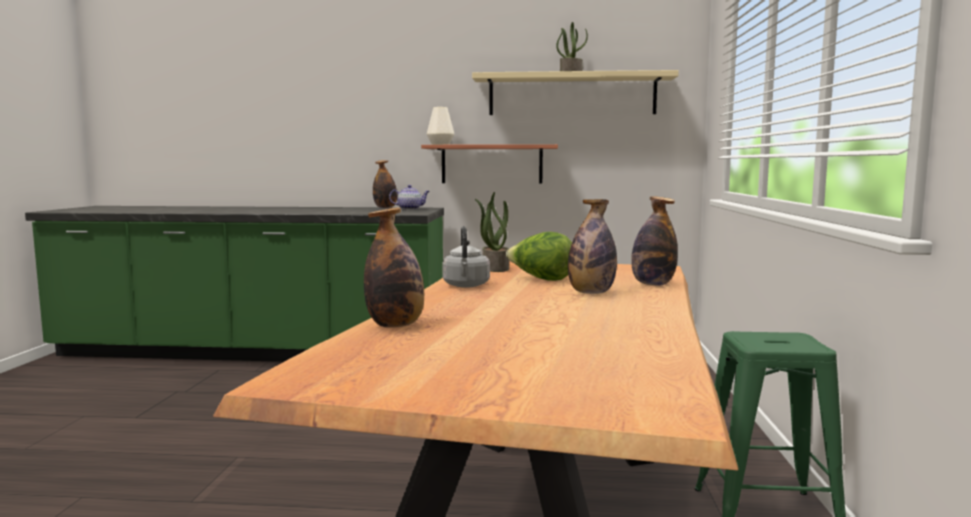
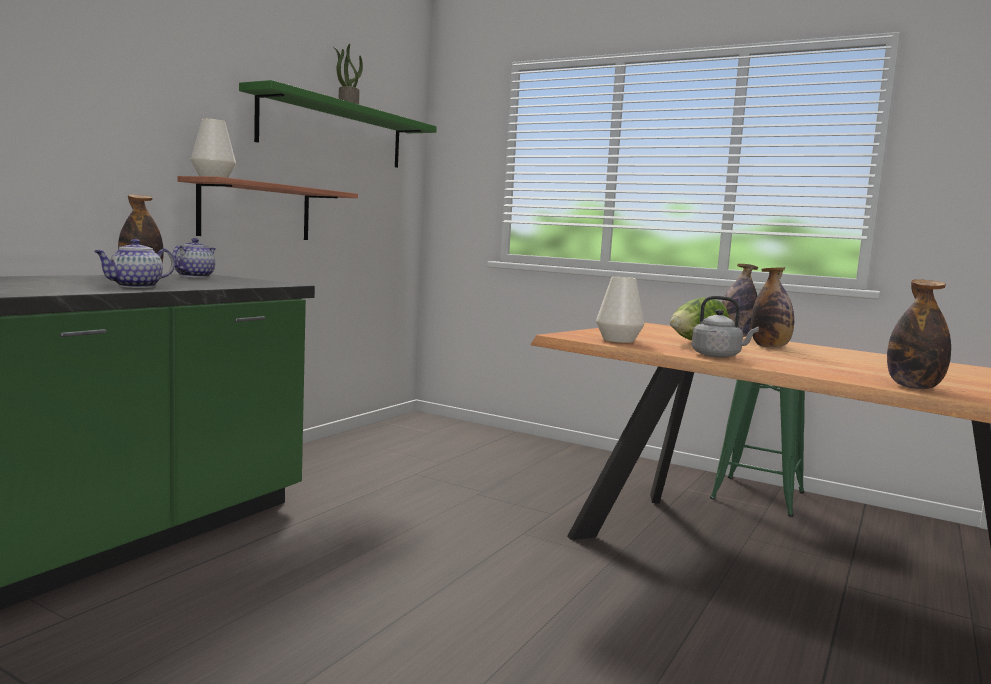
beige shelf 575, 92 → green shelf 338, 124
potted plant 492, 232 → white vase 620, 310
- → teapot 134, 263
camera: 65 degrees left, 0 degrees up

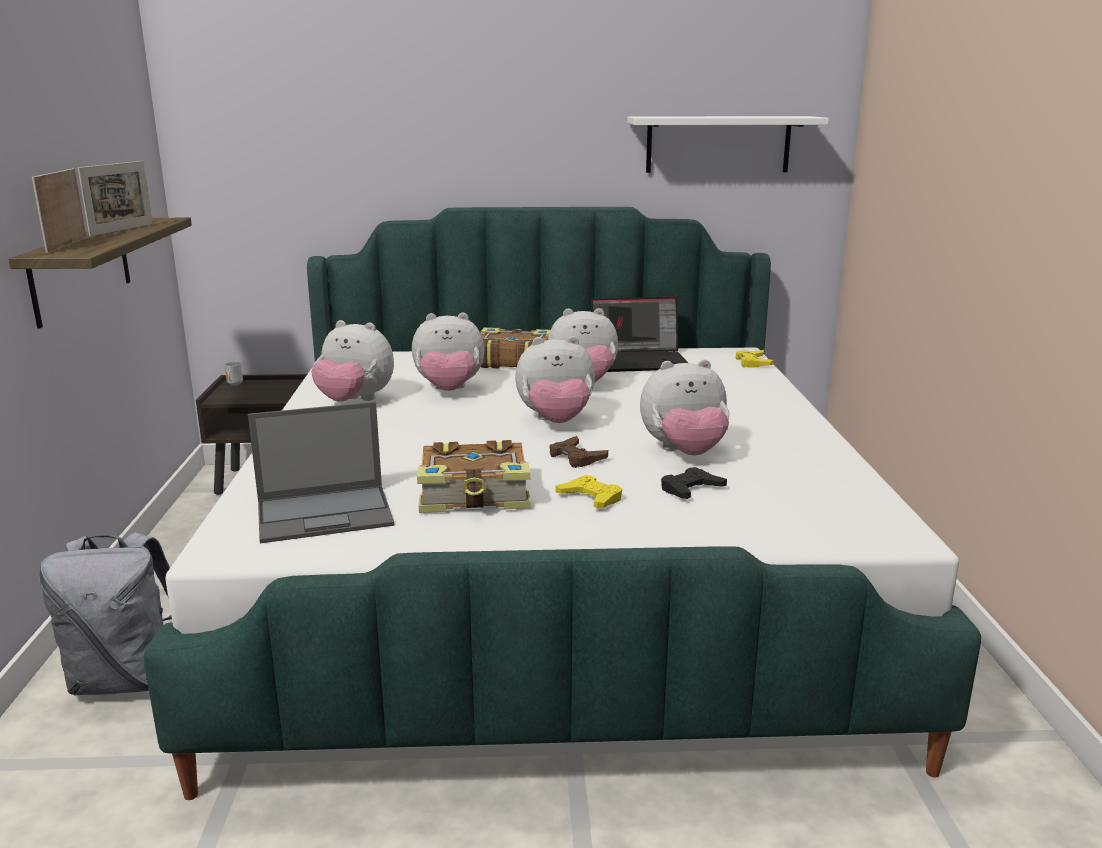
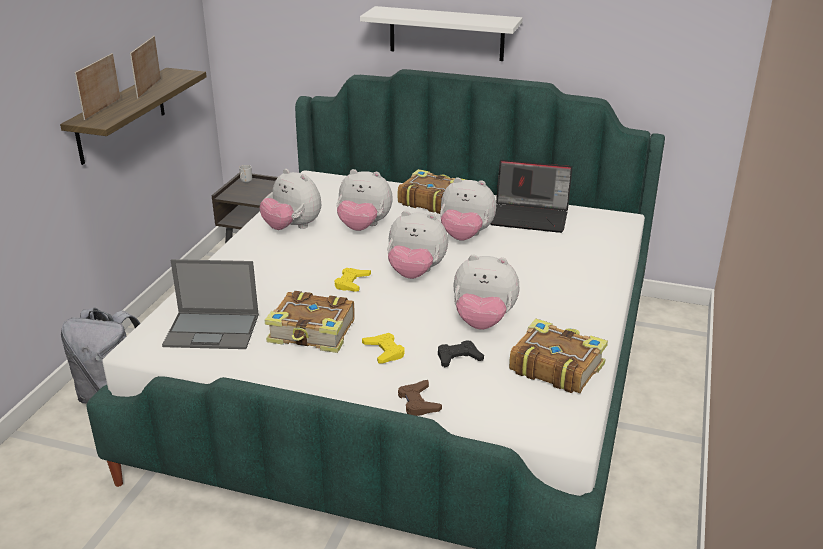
white shelf 728, 144 → white shelf 441, 33, relocated
picture frame 115, 198 → picture frame 145, 67, 150 degrees clockwise
yellow game controller 754, 358 → yellow game controller 352, 280, relocated
brown game controller 578, 452 → brown game controller 420, 398, relocated
- → book 558, 356
camera: 20 degrees right, 10 degrees up

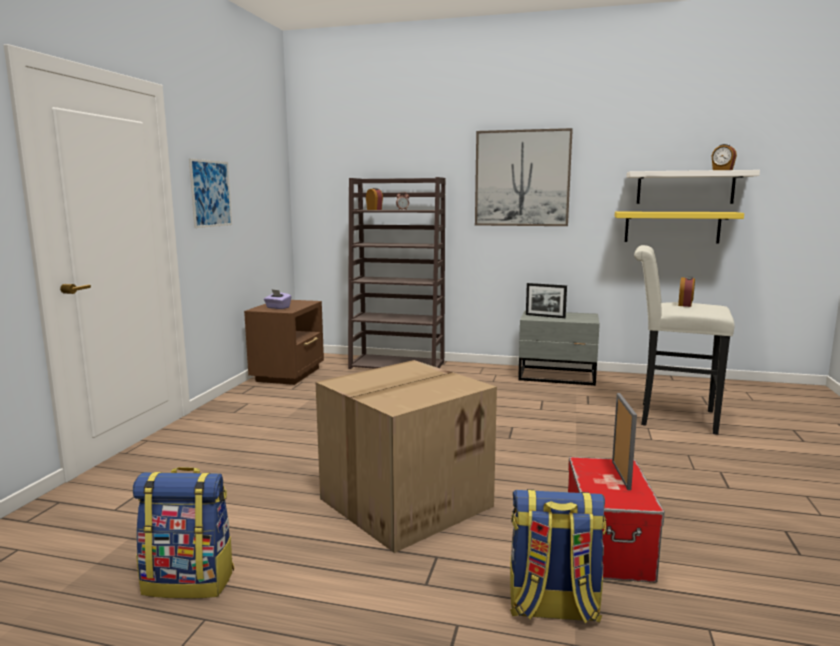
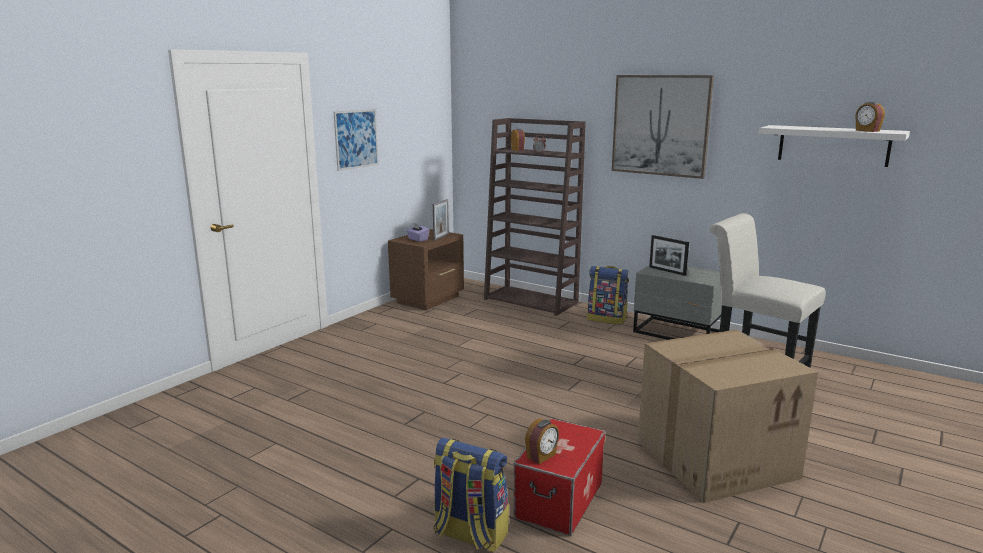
yellow shelf 679, 227 → -
alarm clock 686, 291 → alarm clock 542, 441, relocated
cardboard box 406, 456 → cardboard box 728, 416, relocated
picture frame 624, 441 → picture frame 441, 220, relocated
backpack 183, 533 → backpack 608, 295, relocated
camera: 20 degrees right, 5 degrees up

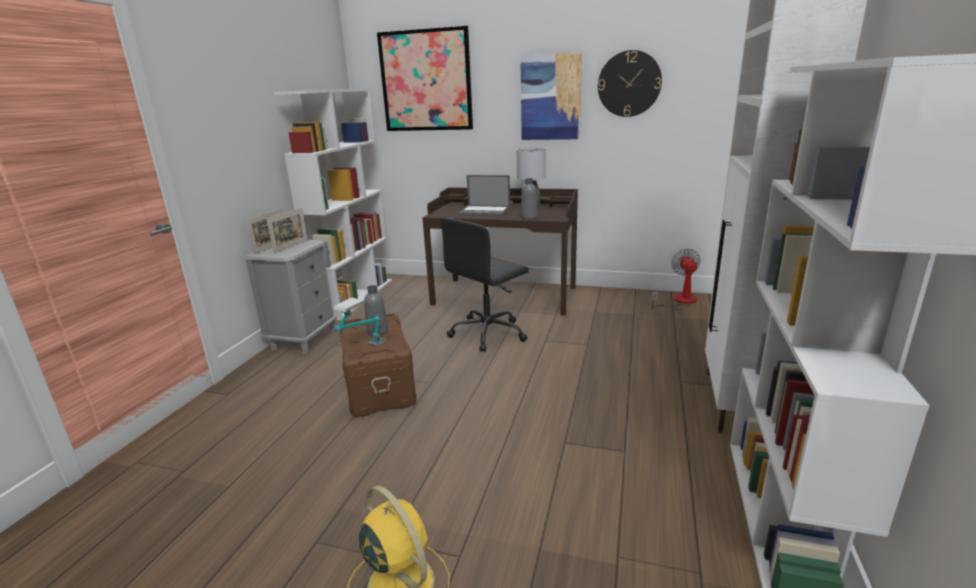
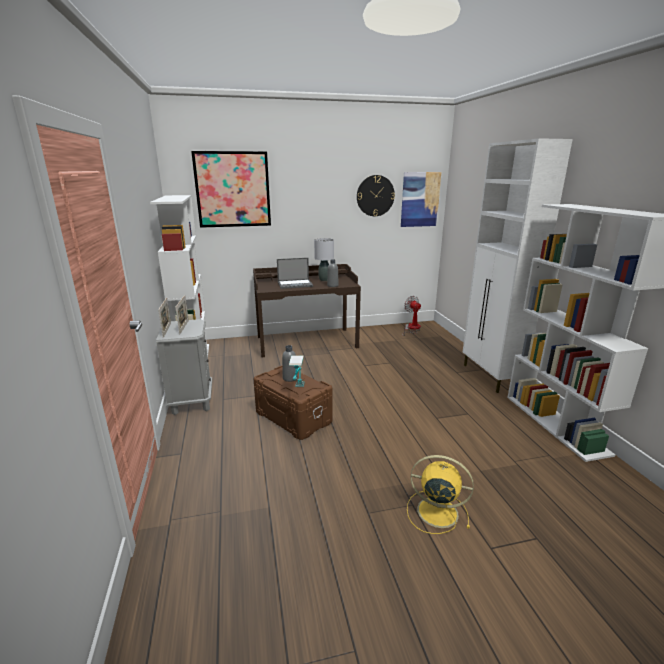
picture 551, 96 → picture 421, 199, relocated
black office chair 484, 285 → -
camera: 30 degrees left, 0 degrees up

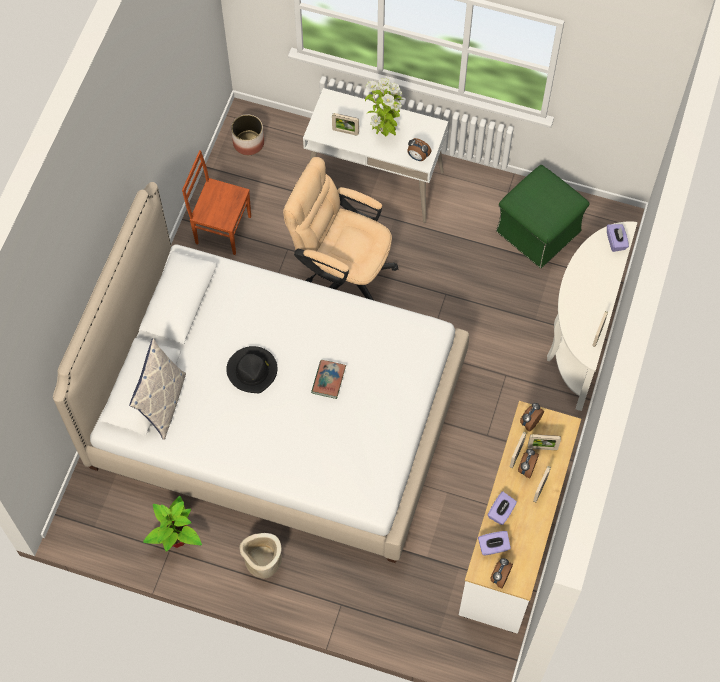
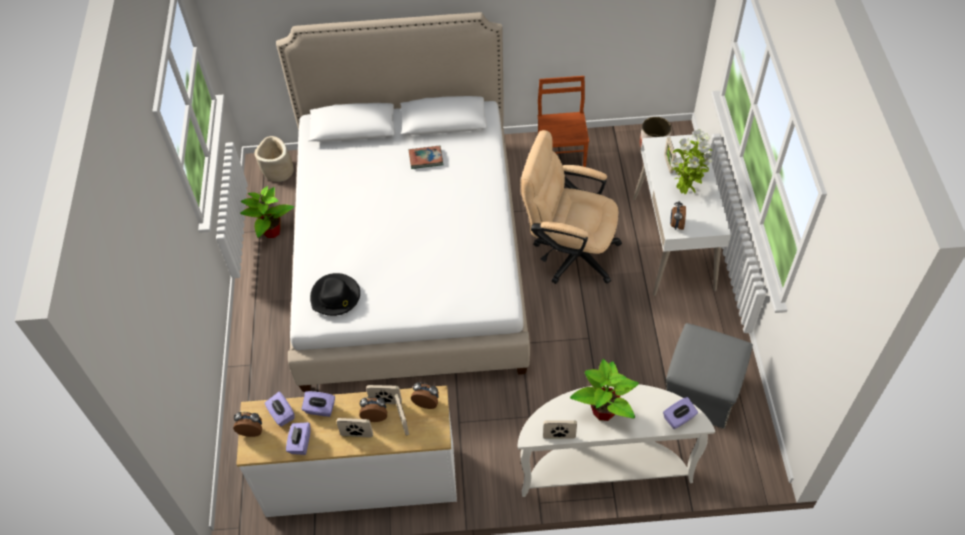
beige office chair 340, 228 → beige office chair 571, 207, 75 degrees counterclockwise
green ottoman 543, 216 → grey ottoman 709, 376
pillow 157, 389 → -
black hat 251, 369 → black hat 335, 294, relocated
book 328, 379 → book 425, 157, relocated
beige planter 260, 555 → beige planter 274, 159, relocated
- → potted plant 604, 390
- → purple tissue box 298, 438
camera: 70 degrees right, 10 degrees down

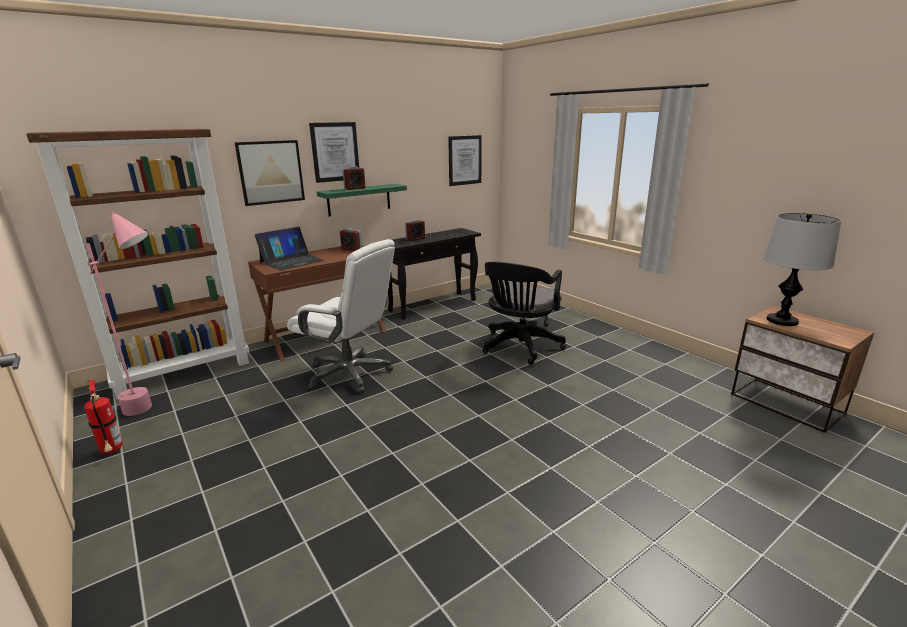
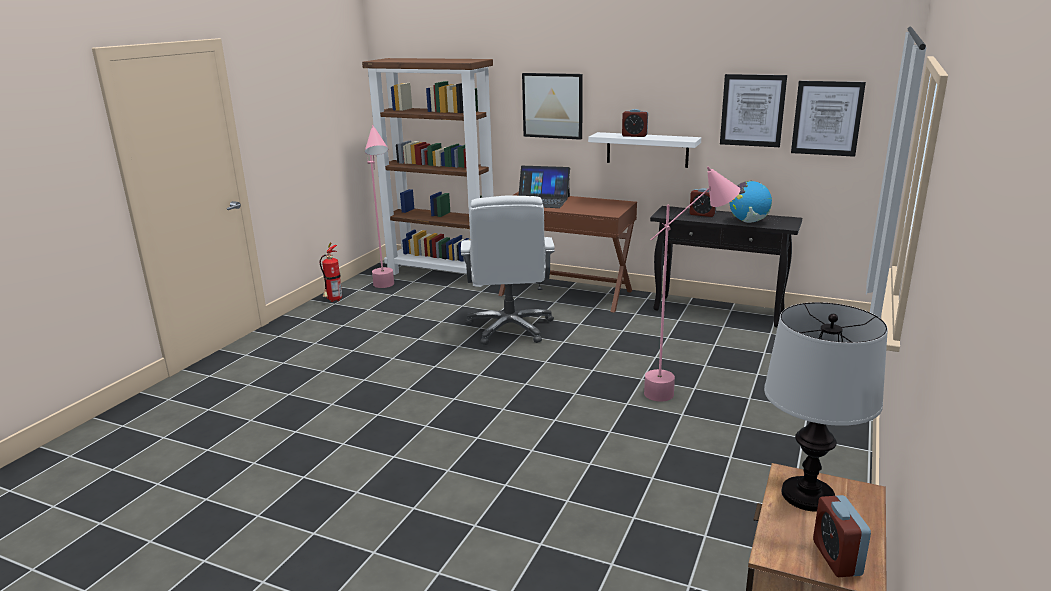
picture 334, 152 → picture 753, 110, relocated
green shelf 362, 200 → white shelf 644, 150
alarm clock 351, 239 → alarm clock 842, 536, relocated
black office chair 524, 313 → pink floor lamp 692, 284
- → globe 750, 202
camera: 60 degrees right, 0 degrees up

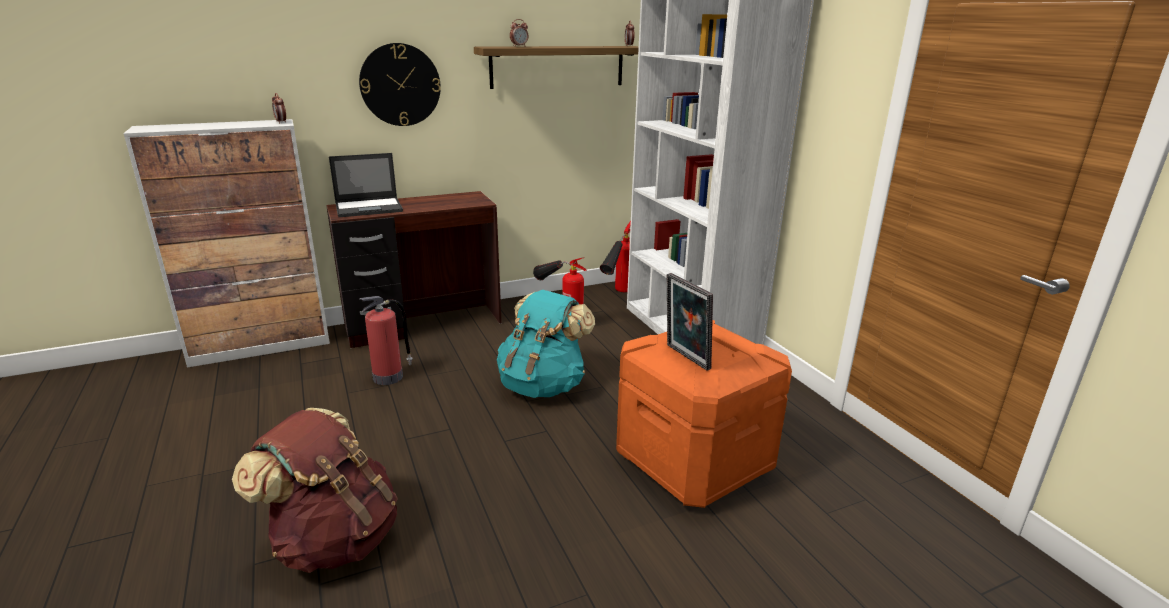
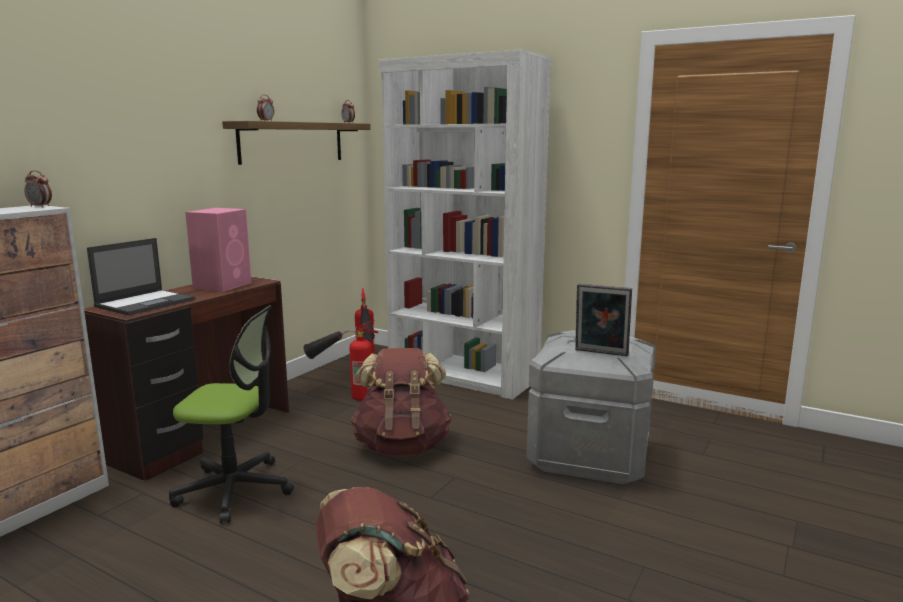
wall clock 400, 84 → -
turquoise backpack 546, 344 → brown backpack 401, 402
fire extinguisher 386, 340 → office chair 231, 414
orange storage box 704, 414 → grey storage box 591, 407
- → pink speaker 218, 250
camera: 35 degrees left, 10 degrees down

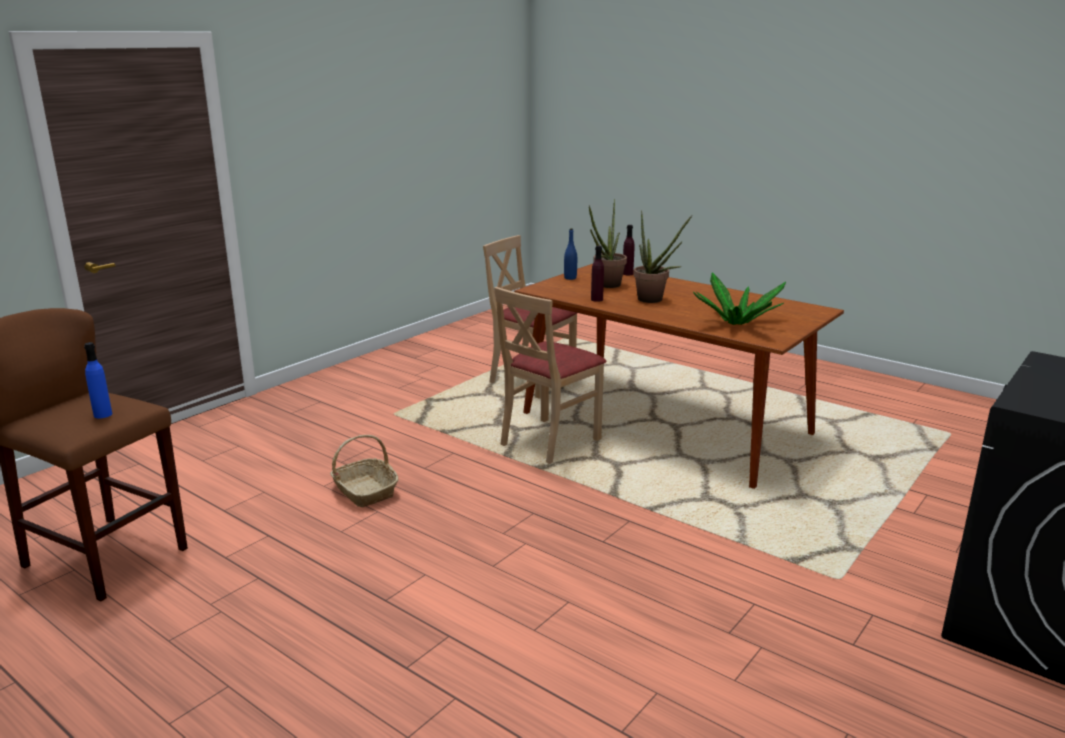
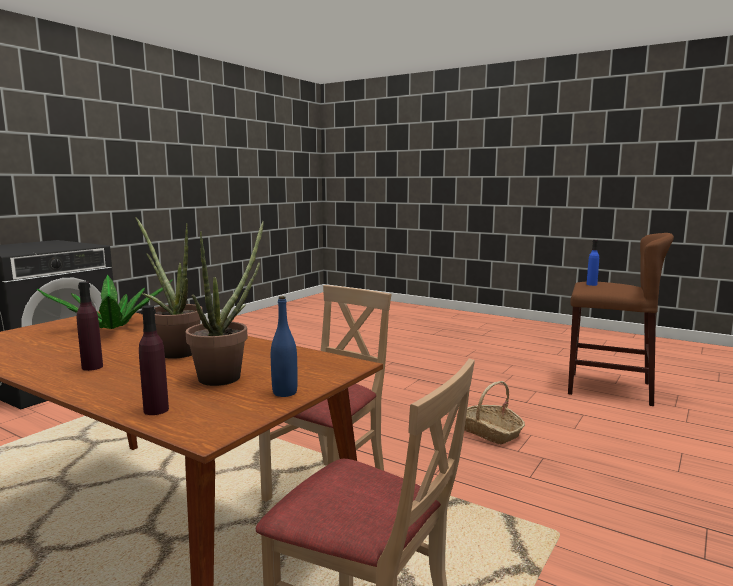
purple bottle 597, 274 → purple bottle 90, 326, relocated
camera: 175 degrees right, 10 degrees down

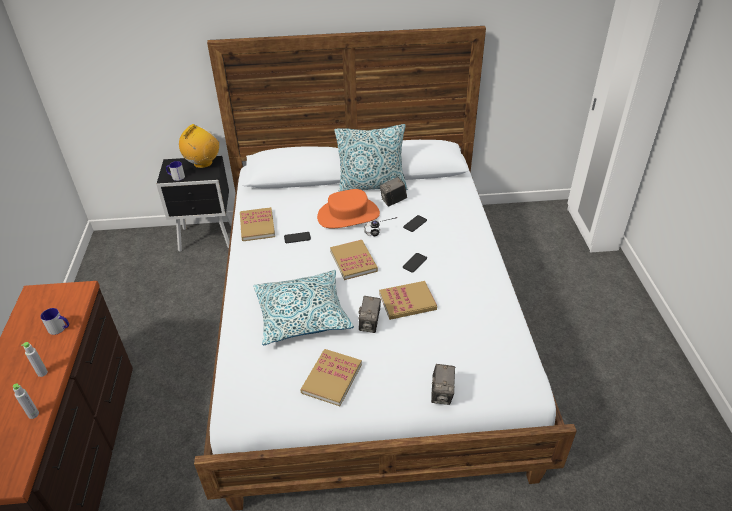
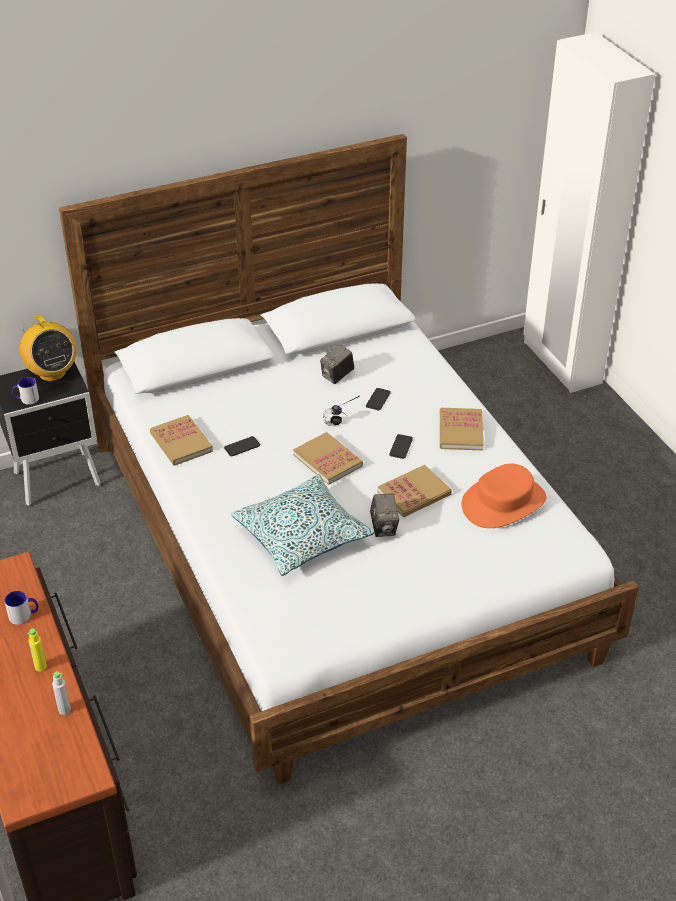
radio 199, 146 → radio 48, 348, 135 degrees clockwise
pillow 371, 158 → -
orange hat 348, 209 → orange hat 503, 496, relocated
grey bottle 34, 359 → yellow bottle 37, 650
book 331, 377 → book 462, 429, relocated
photo camera 443, 384 → -
camera: 20 degrees left, 0 degrees up

